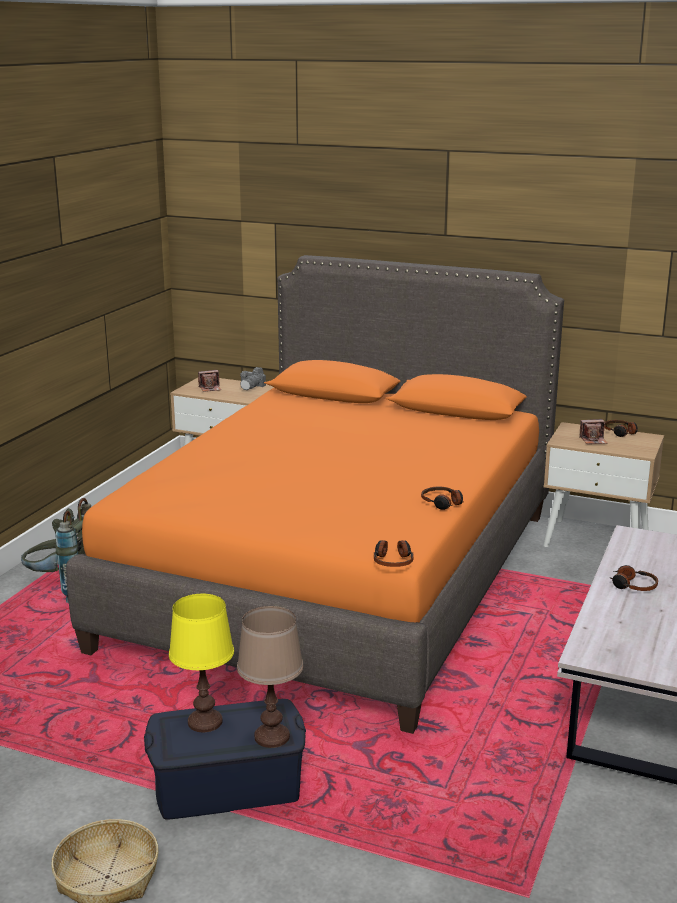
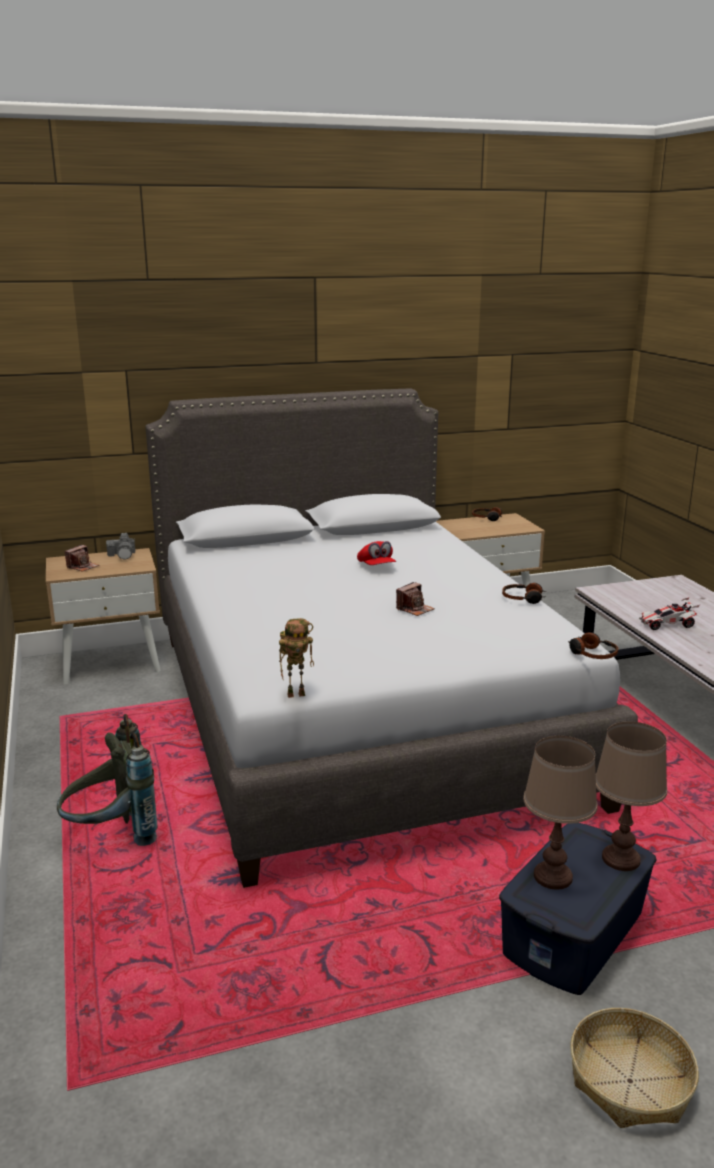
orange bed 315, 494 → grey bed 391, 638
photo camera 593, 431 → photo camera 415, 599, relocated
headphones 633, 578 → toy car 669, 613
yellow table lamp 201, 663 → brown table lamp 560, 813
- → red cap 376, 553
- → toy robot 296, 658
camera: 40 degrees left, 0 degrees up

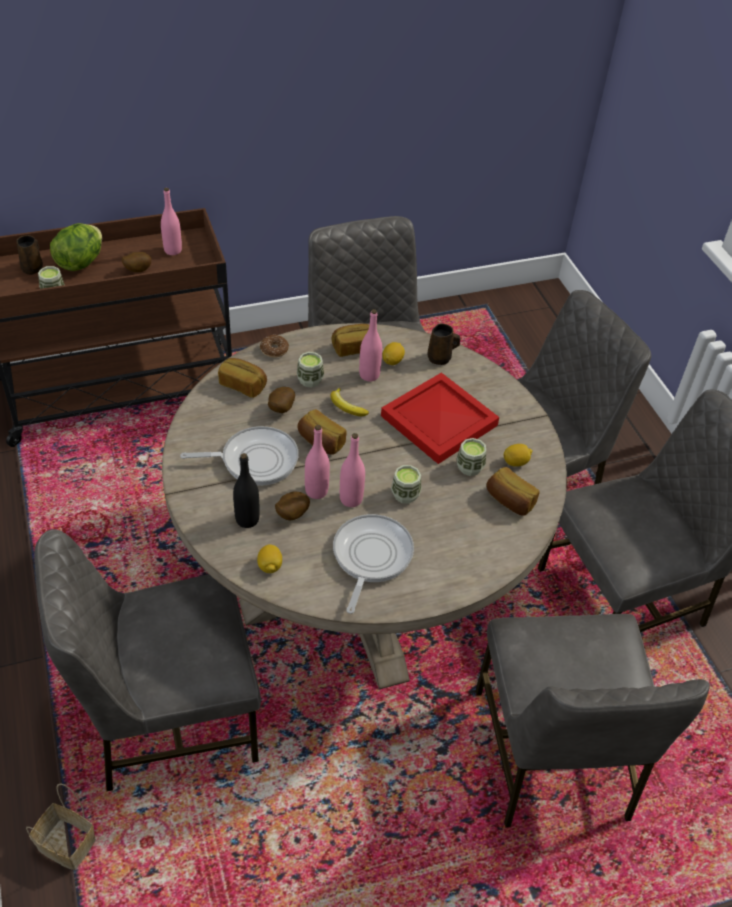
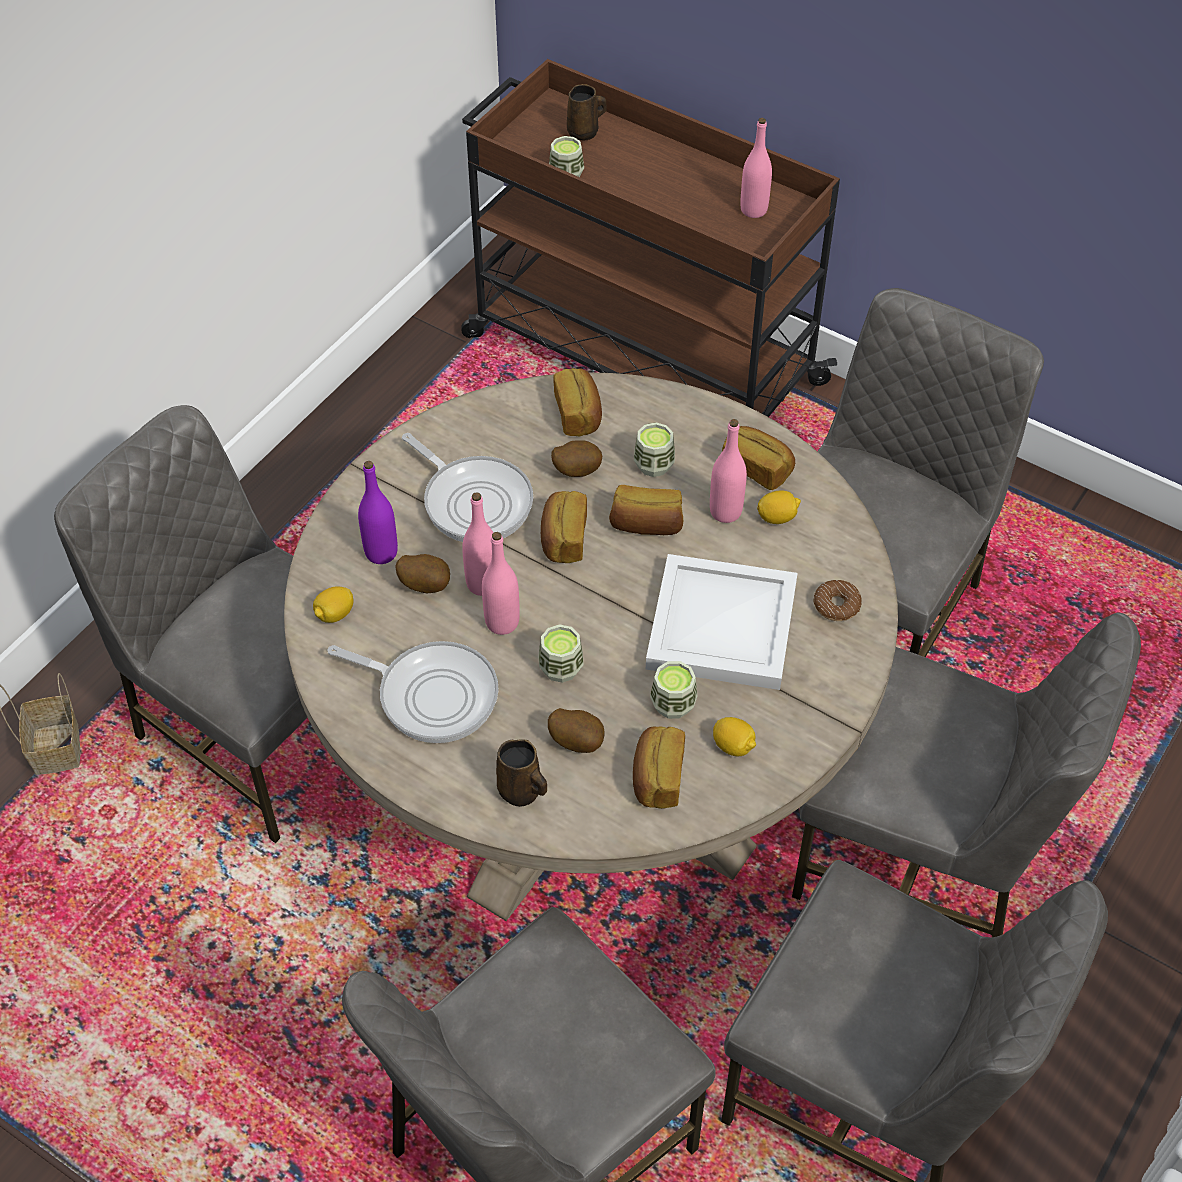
lettuce 76, 247 → -
potato 136, 262 → potato 576, 730, relocated
brown mug 443, 344 → brown mug 521, 773, relocated
donut 274, 346 → donut 837, 600, relocated
red tray 440, 418 → white tray 722, 622
banana 349, 402 → bread 646, 510
black bottle 246, 490 → purple bottle 378, 512
frying pan 373, 564 → frying pan 413, 692, 45 degrees clockwise
camera: 55 degrees right, 5 degrees up

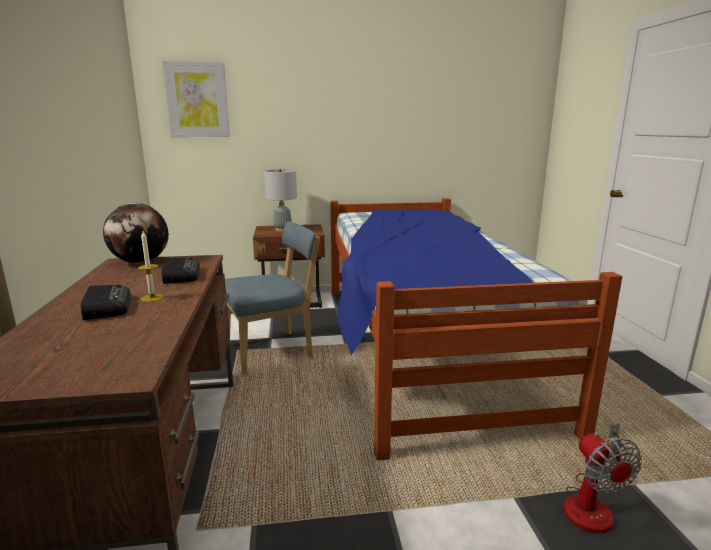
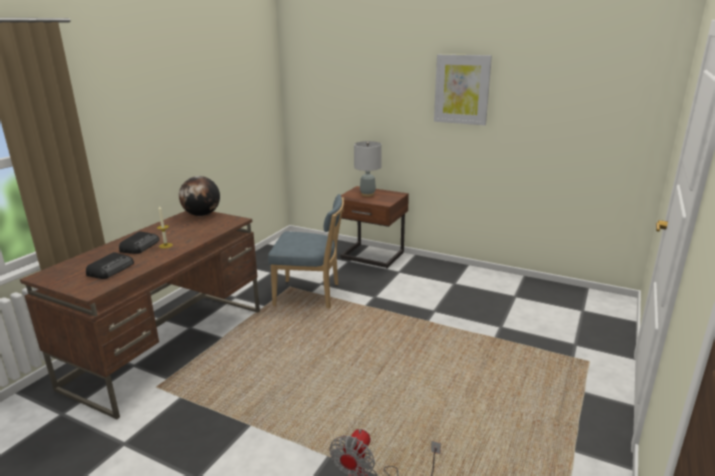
picture 196, 99 → picture 463, 89, relocated
bed 476, 329 → -
radio 181, 271 → radio 110, 265, relocated
camera: 35 degrees right, 5 degrees up

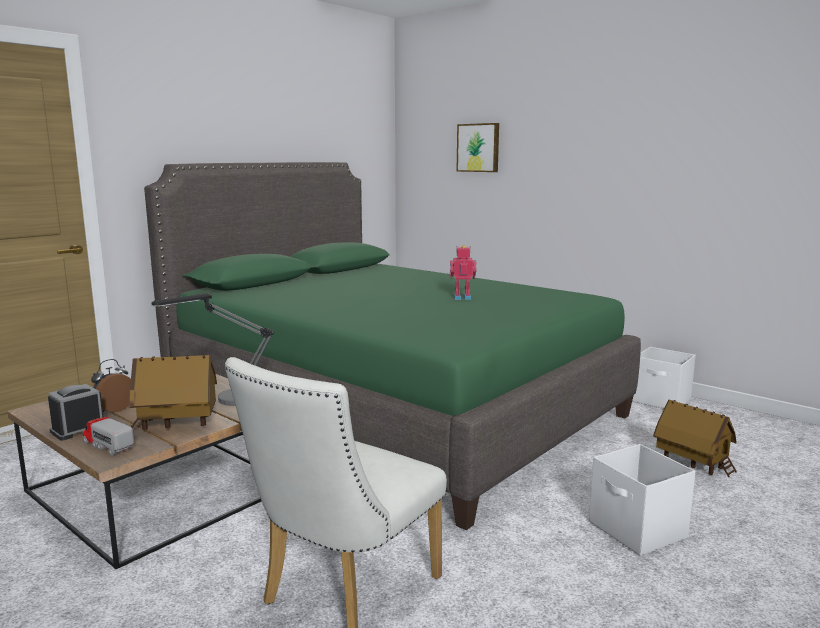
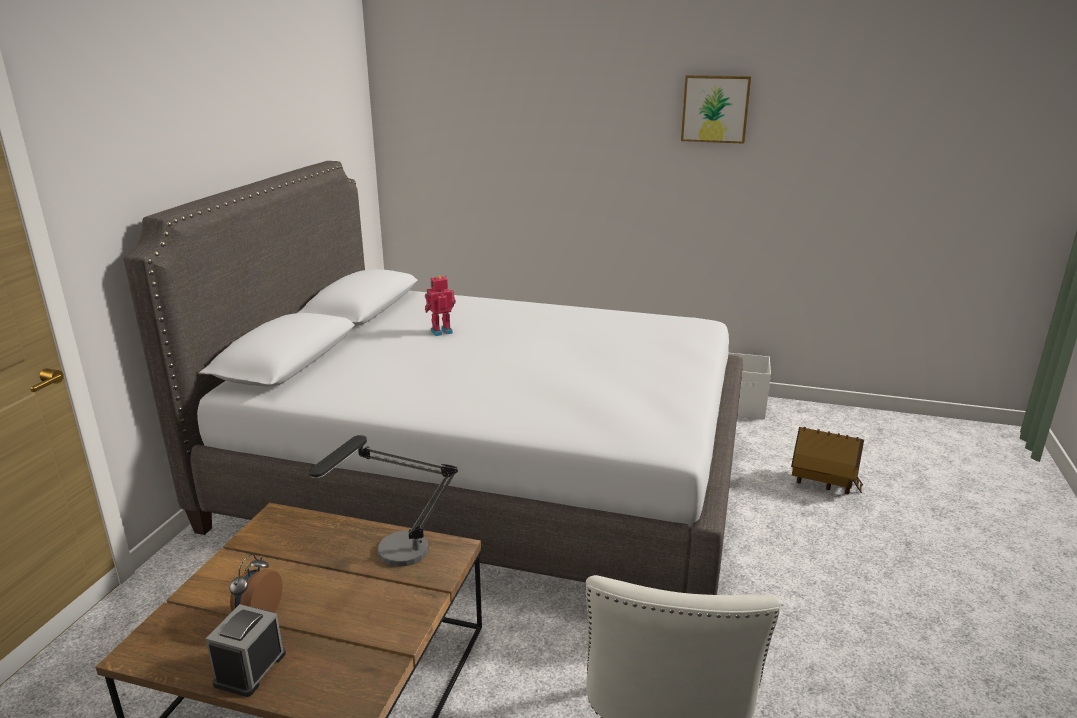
picture 477, 147 → picture 716, 109, relocated
green bed 392, 346 → grey bed 433, 378
toy robot 463, 272 → toy robot 440, 305, relocated
toy house 173, 392 → -
toy truck 108, 436 → -
white storage box 642, 500 → -
camera: 25 degrees left, 10 degrees up

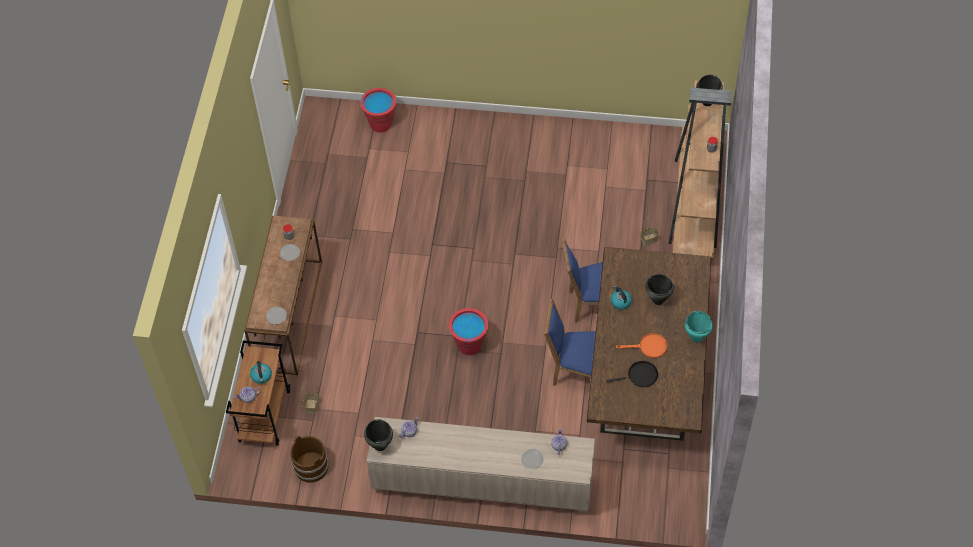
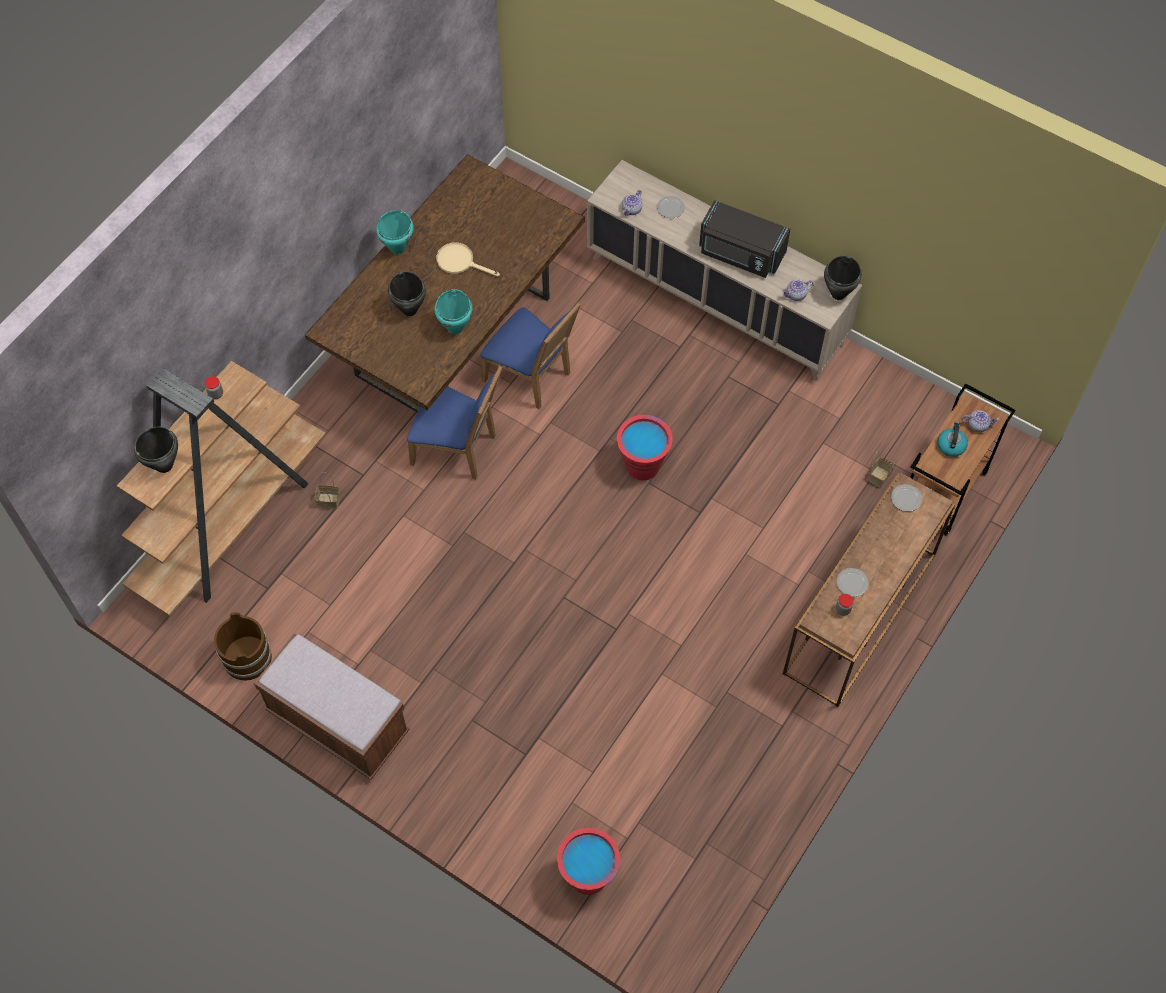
kettle 621, 297 → turquoise cooking pot 453, 311
orange frying pan 641, 345 → beige frying pan 468, 259
black frying pan 632, 374 → -
brown bucket 309, 459 → brown bucket 243, 646, relocated
- → black microwave 744, 239
- → brown bench 332, 706
camera: 155 degrees left, 5 degrees up

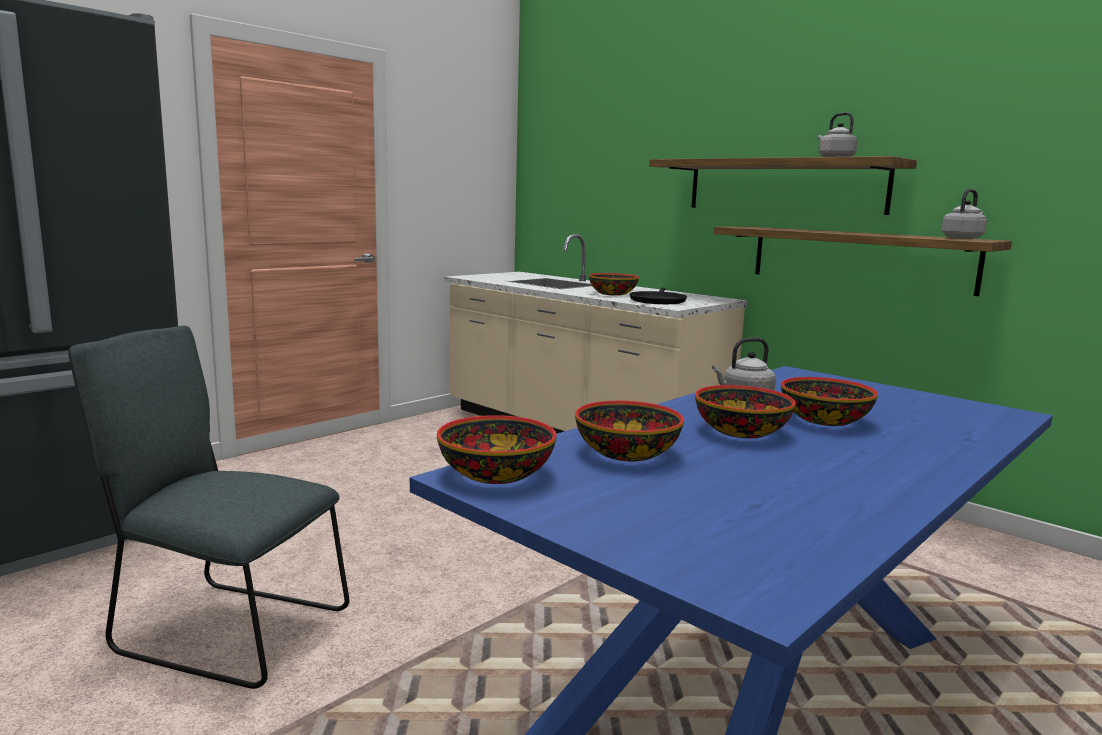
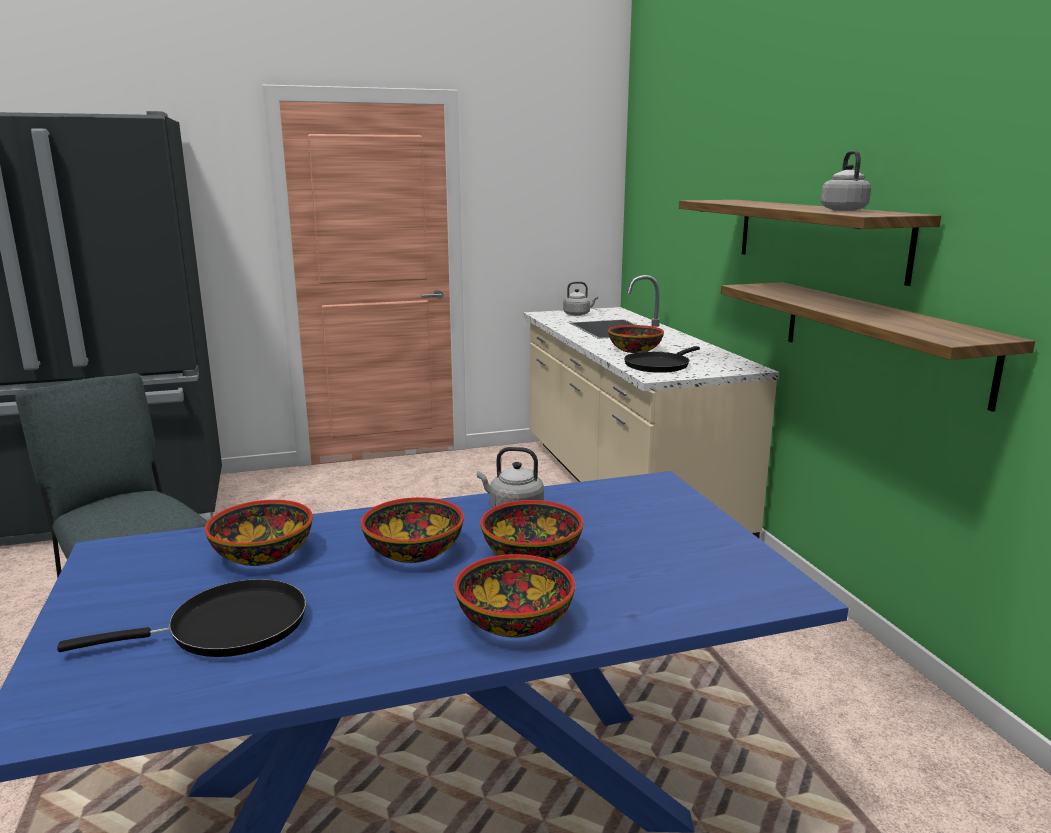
grey kettle 964, 214 → grey kettle 580, 298, relocated
bowl 497, 449 → bowl 515, 596, relocated
- → black frying pan 181, 618
camera: 30 degrees right, 5 degrees up

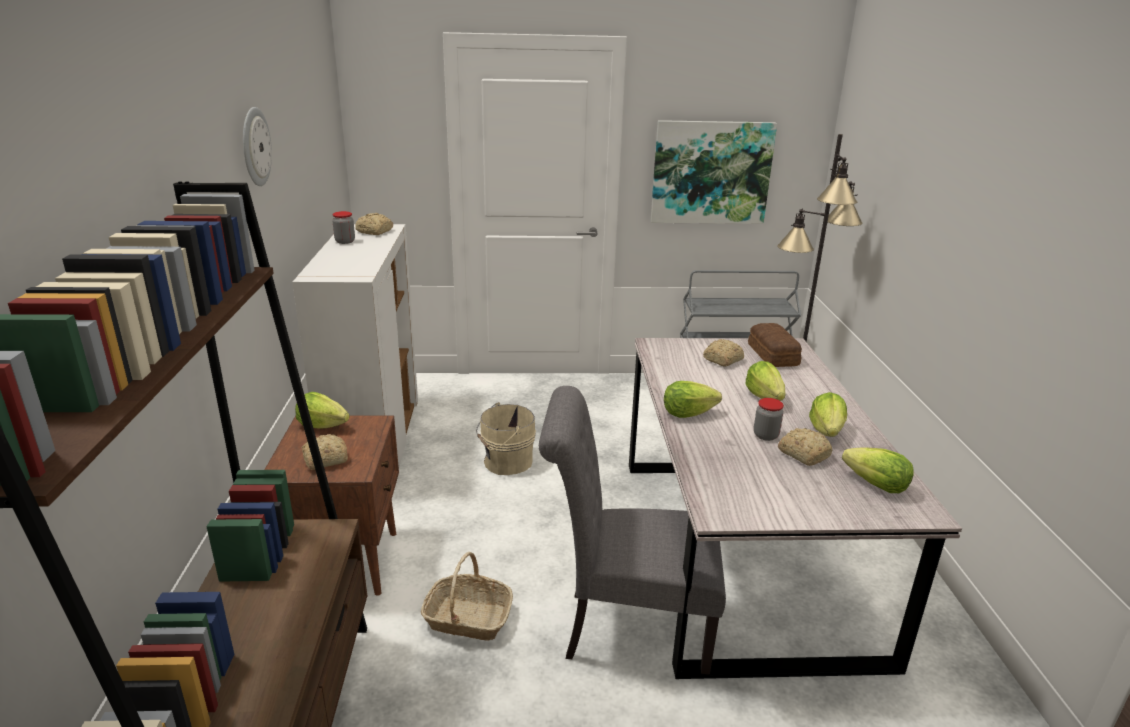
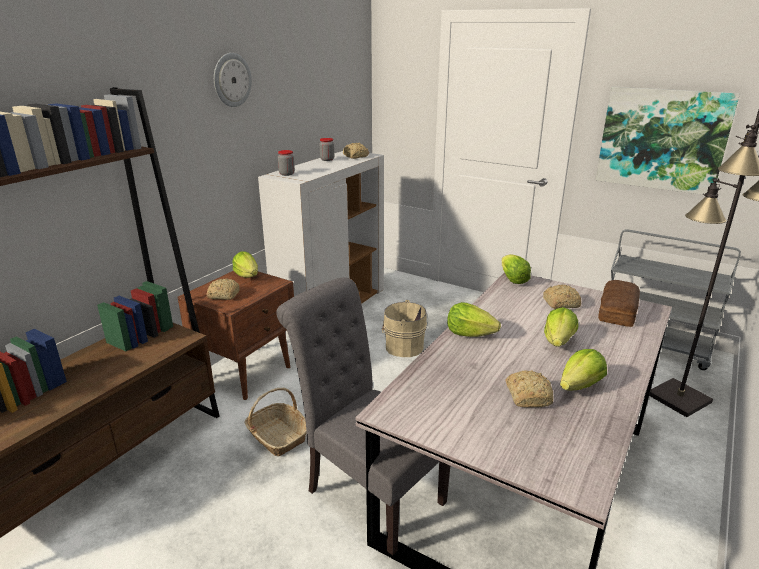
jar 769, 419 → jar 286, 163, relocated
lettuce 878, 470 → lettuce 516, 269, relocated
camera: 35 degrees right, 0 degrees up

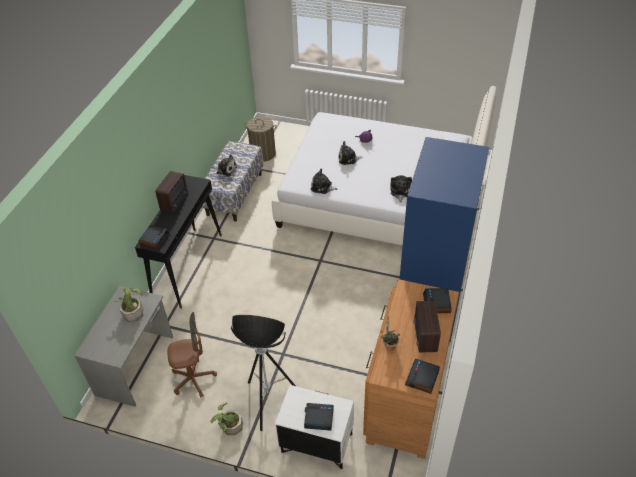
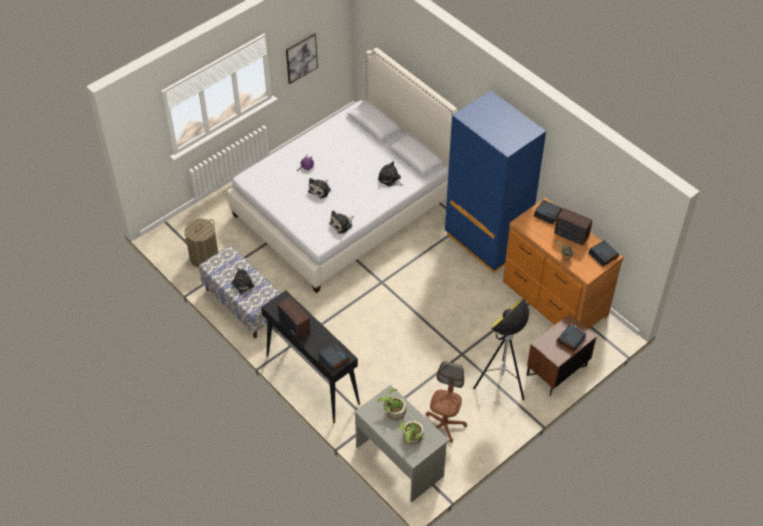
white nightstand 314, 427 → brown nightstand 562, 355
potted plant 227, 419 → potted plant 411, 433, relocated
- → picture 302, 58
camera: 60 degrees left, 5 degrees up

